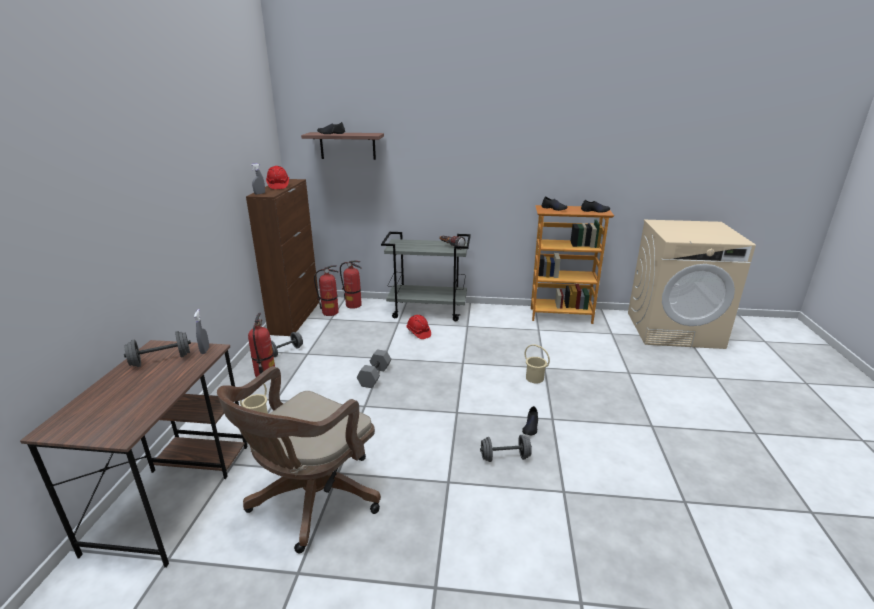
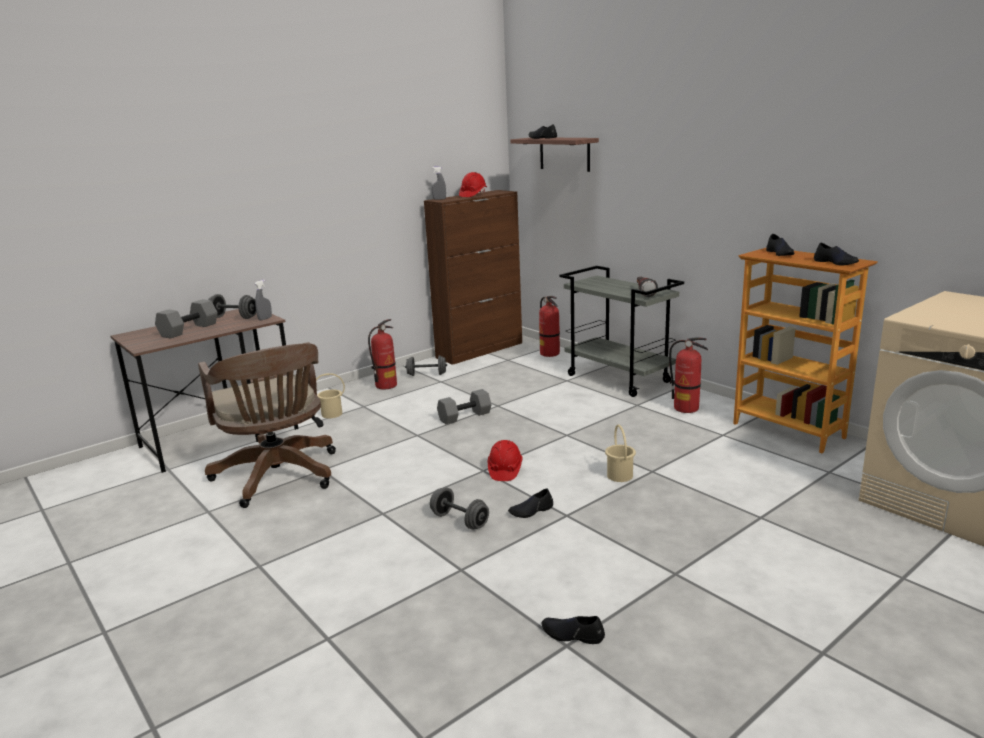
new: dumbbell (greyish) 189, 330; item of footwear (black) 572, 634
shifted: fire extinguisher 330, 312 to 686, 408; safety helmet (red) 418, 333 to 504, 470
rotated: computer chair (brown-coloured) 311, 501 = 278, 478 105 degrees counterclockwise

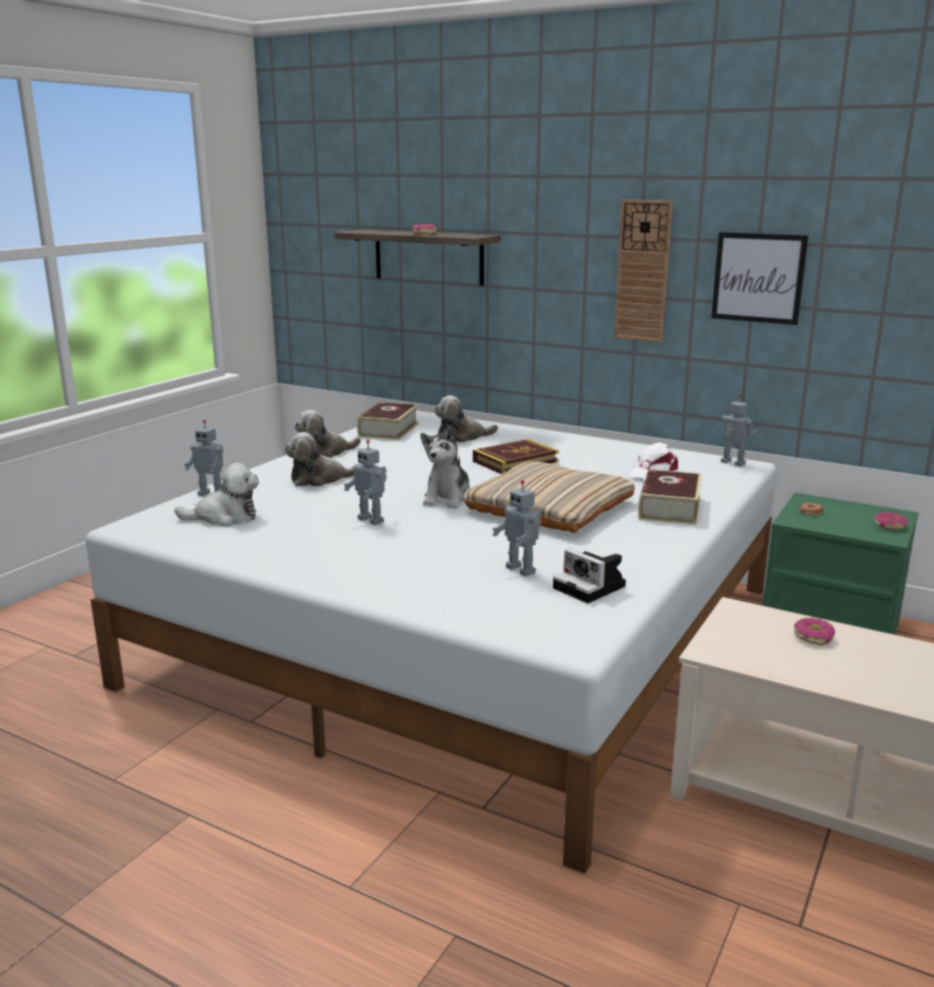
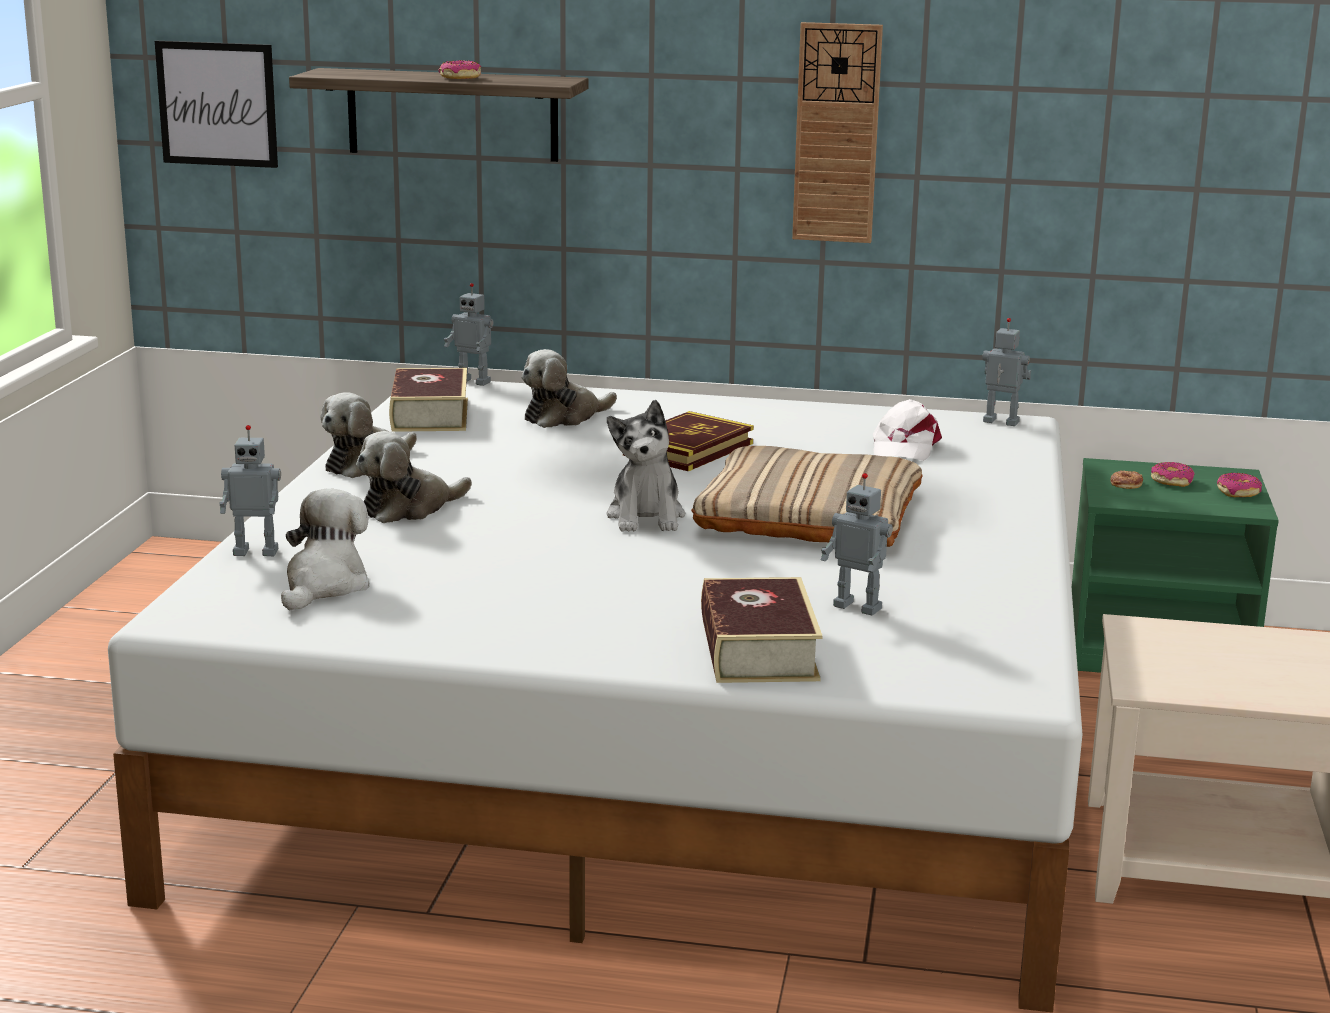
gone: still camera 592, 588
shifted: robot figure 372, 520 to 474, 381; book 669, 507 to 758, 650; picture 758, 278 to 217, 104; donut 813, 637 to 1171, 481
rotated: soft toy 224, 517 = 324, 586 45 degrees counterclockwise

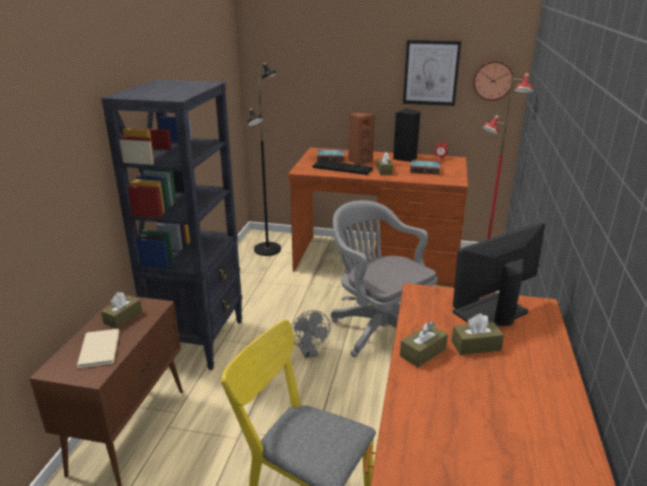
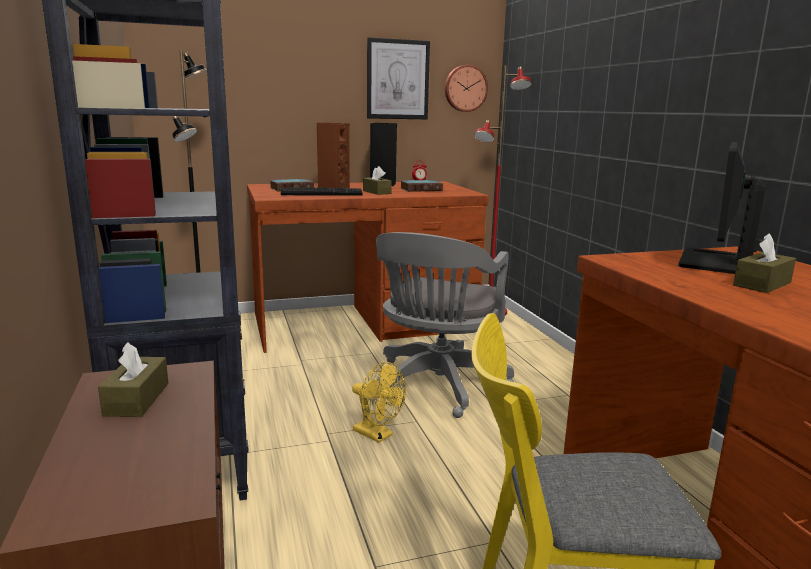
gone: book (beige) 101, 348; tissue holder (brown-coloured) 422, 352
repainted: fan (greyish) 309, 353 to fan (yellowish) 377, 435
rotated: computer chair (greyish) 378, 328 = 437, 387 90 degrees counterclockwise

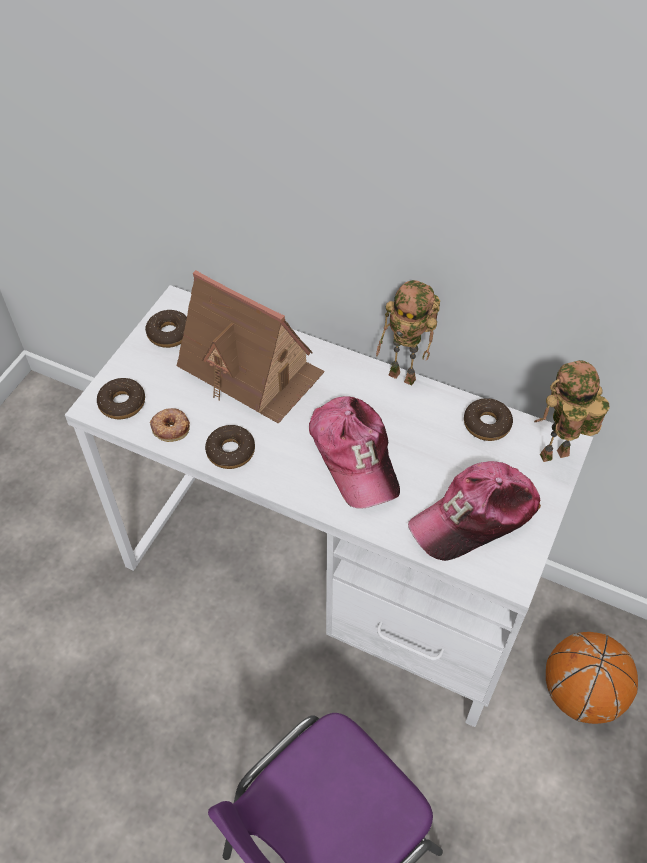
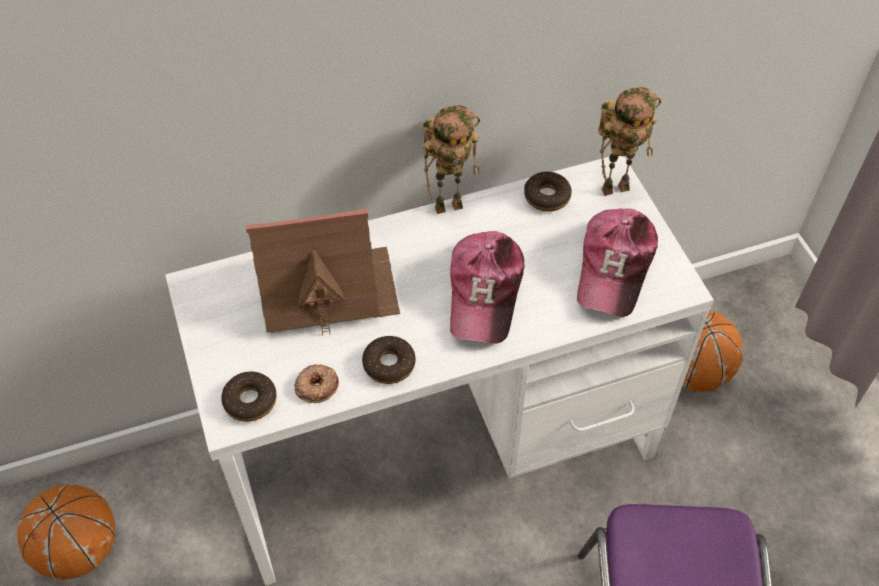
gone: donut 169, 333
new: basketball ball 79, 550
rotated: peaked cap 354, 456 = 485, 292 75 degrees clockwise; robot figure 553, 458 = 616, 186 135 degrees counterclockwise

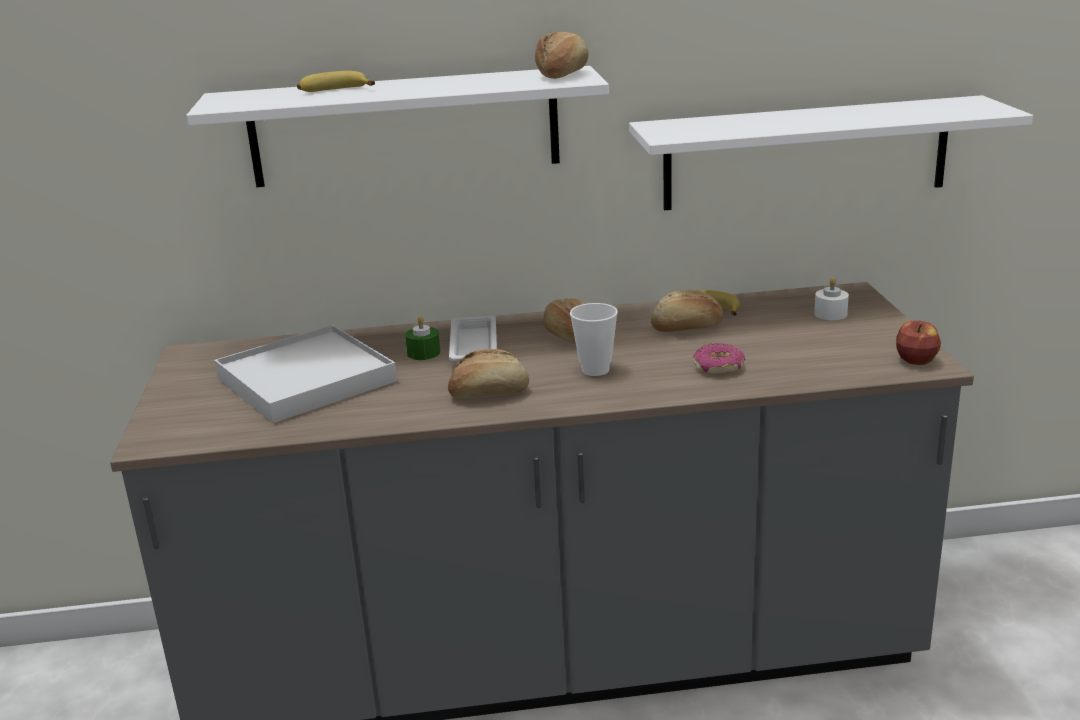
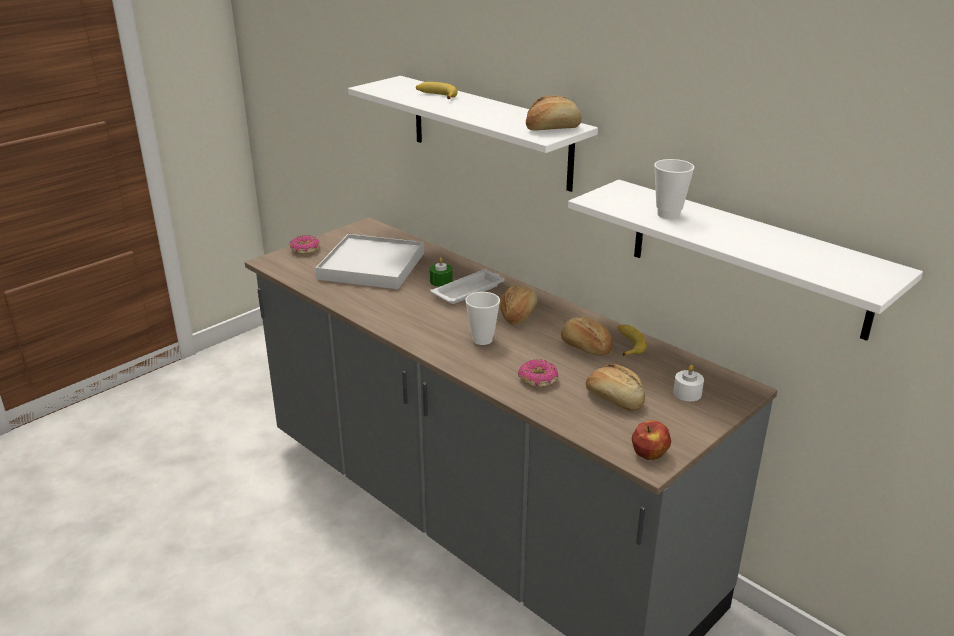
new: donut 305, 250; cup 668, 214
shifted: bakery bread 489, 393 to 614, 399

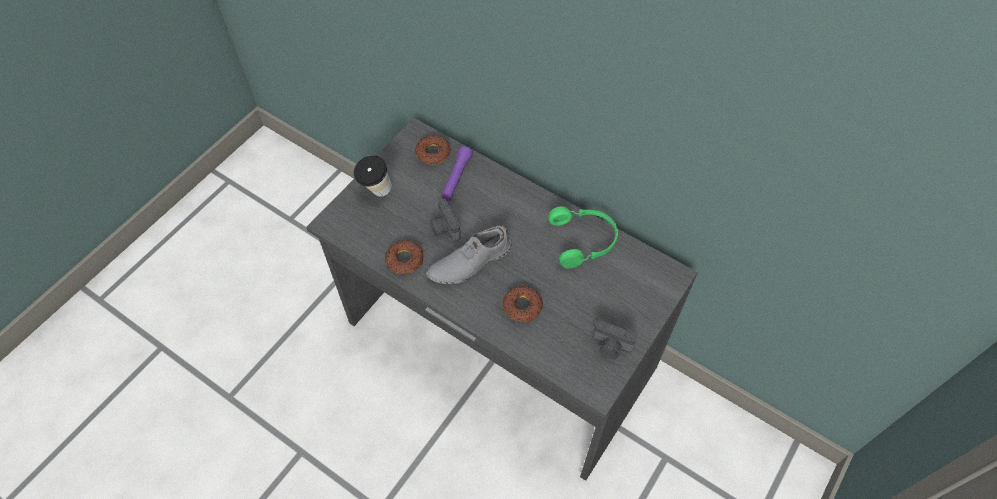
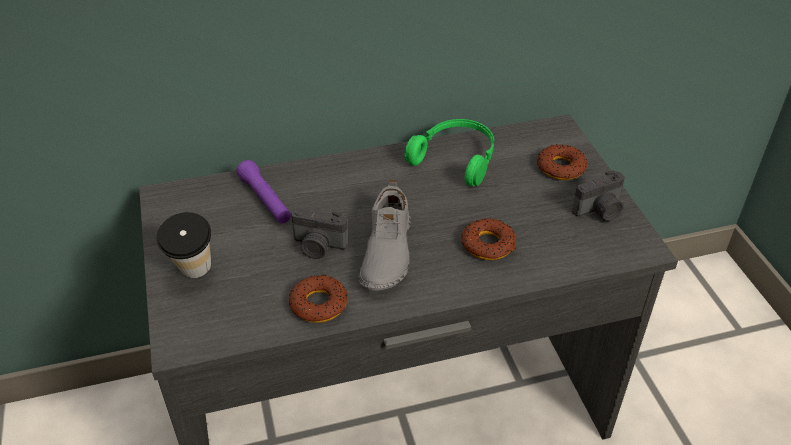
shifted: donut 433, 153 to 560, 167

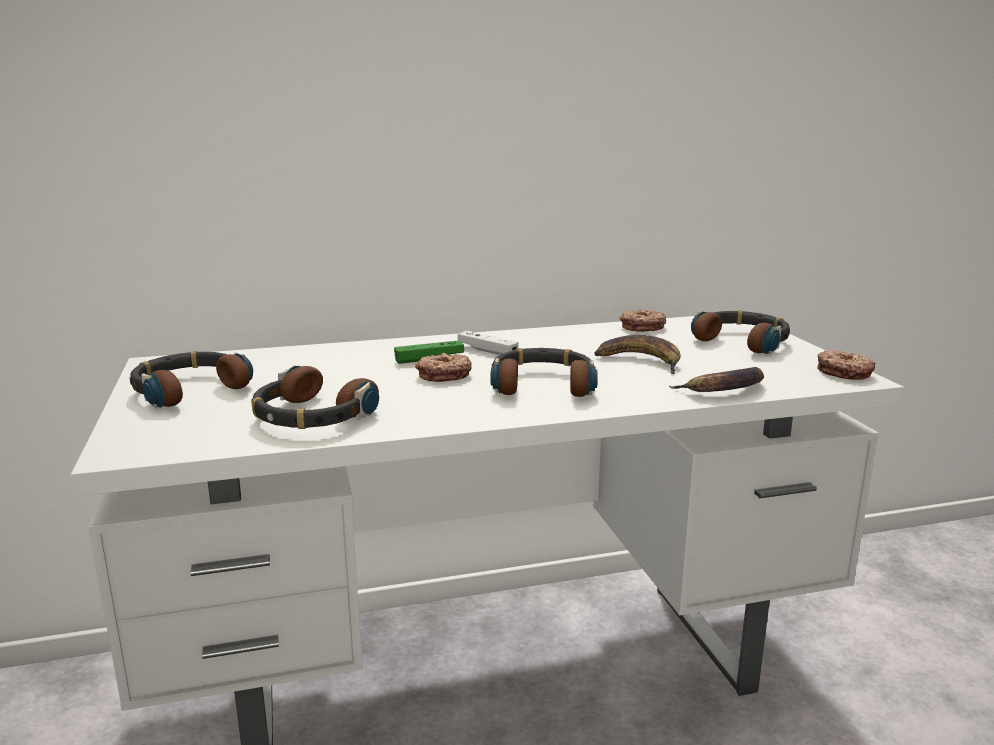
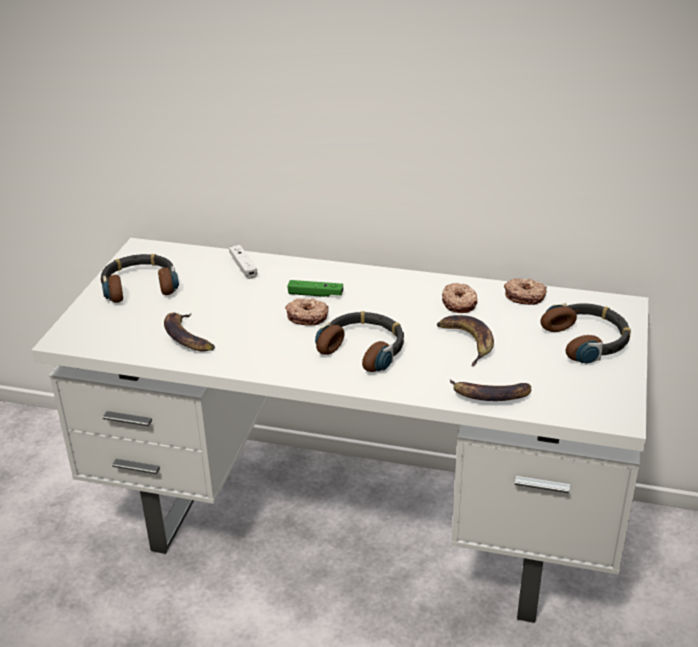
shifted: gamepad (whitish) 487, 351 to 243, 267; donut 843, 372 to 459, 303
swapped: headphones 311, 416 to banana 187, 337

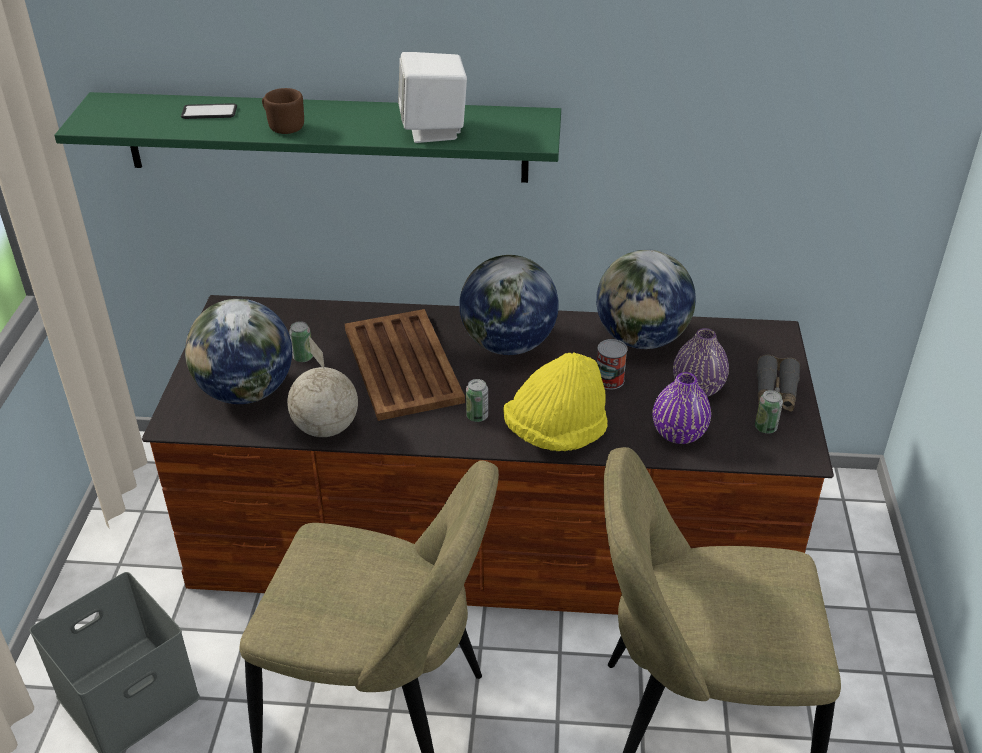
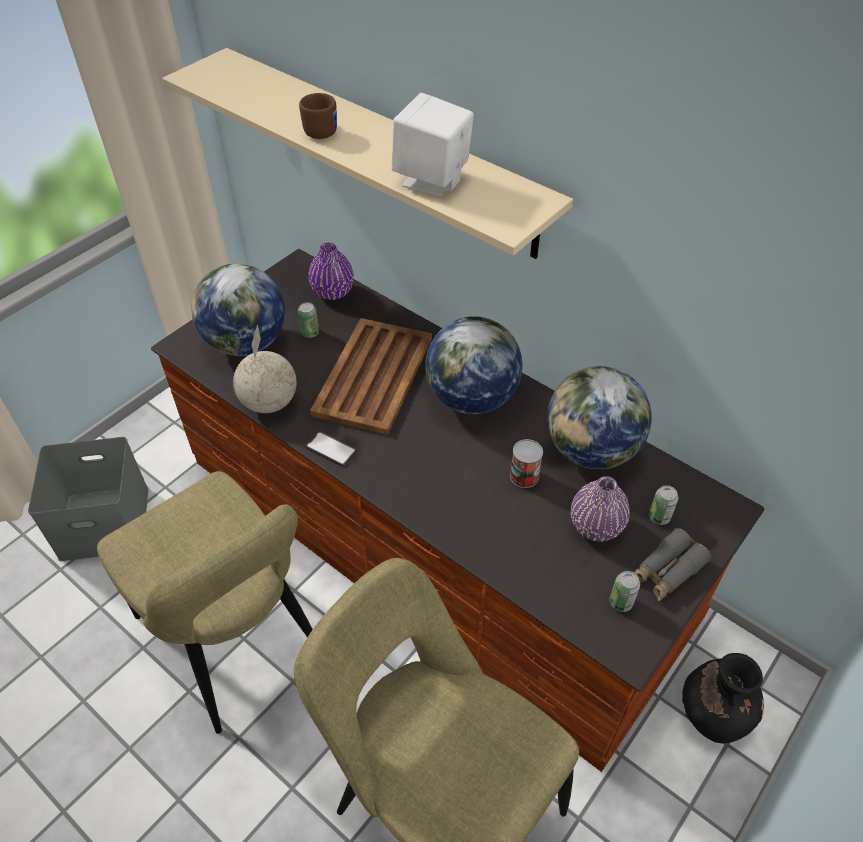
gone: wearable hat (yellowish) 555, 433
new: flower vase (black) 713, 712
shifted: phone 209, 112 to 331, 449; sealed can 477, 416 to 659, 517; flower vase (purple-coloured) 678, 433 to 332, 292
repainted: bracket shelf (green) 326, 137 to bracket shelf (beige) 382, 150

